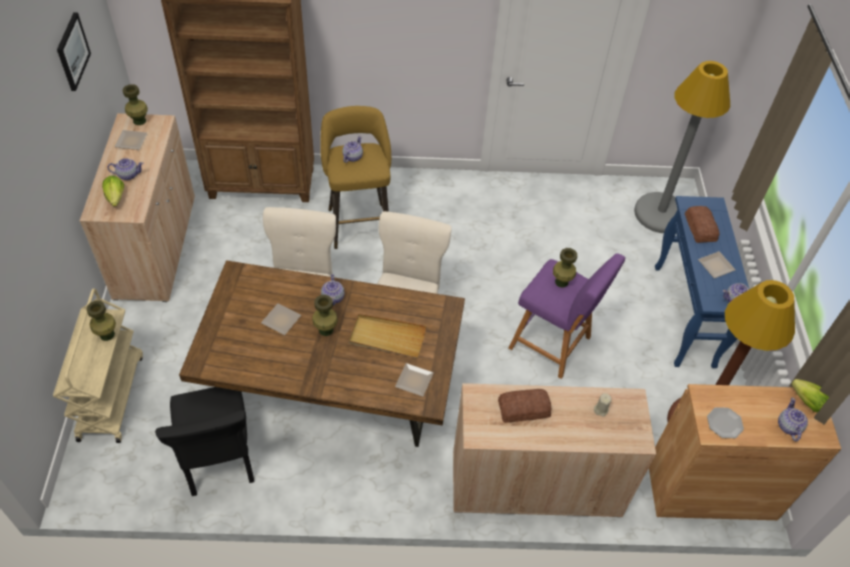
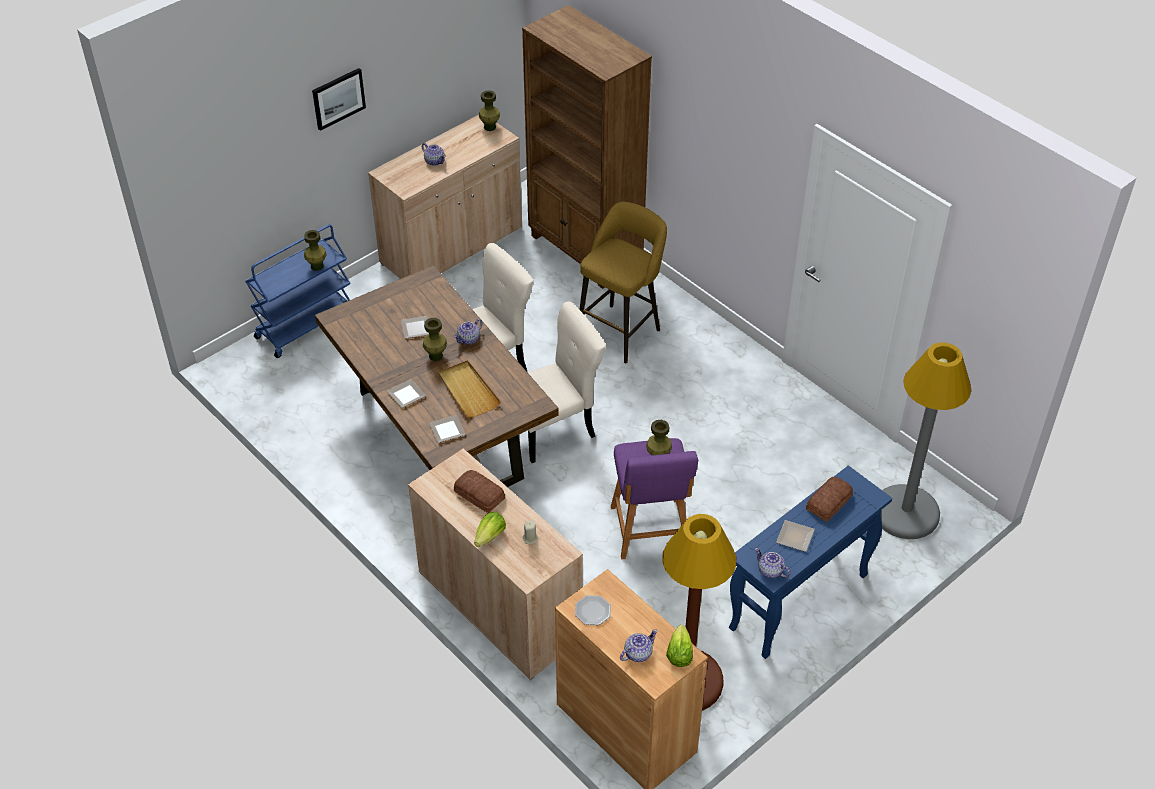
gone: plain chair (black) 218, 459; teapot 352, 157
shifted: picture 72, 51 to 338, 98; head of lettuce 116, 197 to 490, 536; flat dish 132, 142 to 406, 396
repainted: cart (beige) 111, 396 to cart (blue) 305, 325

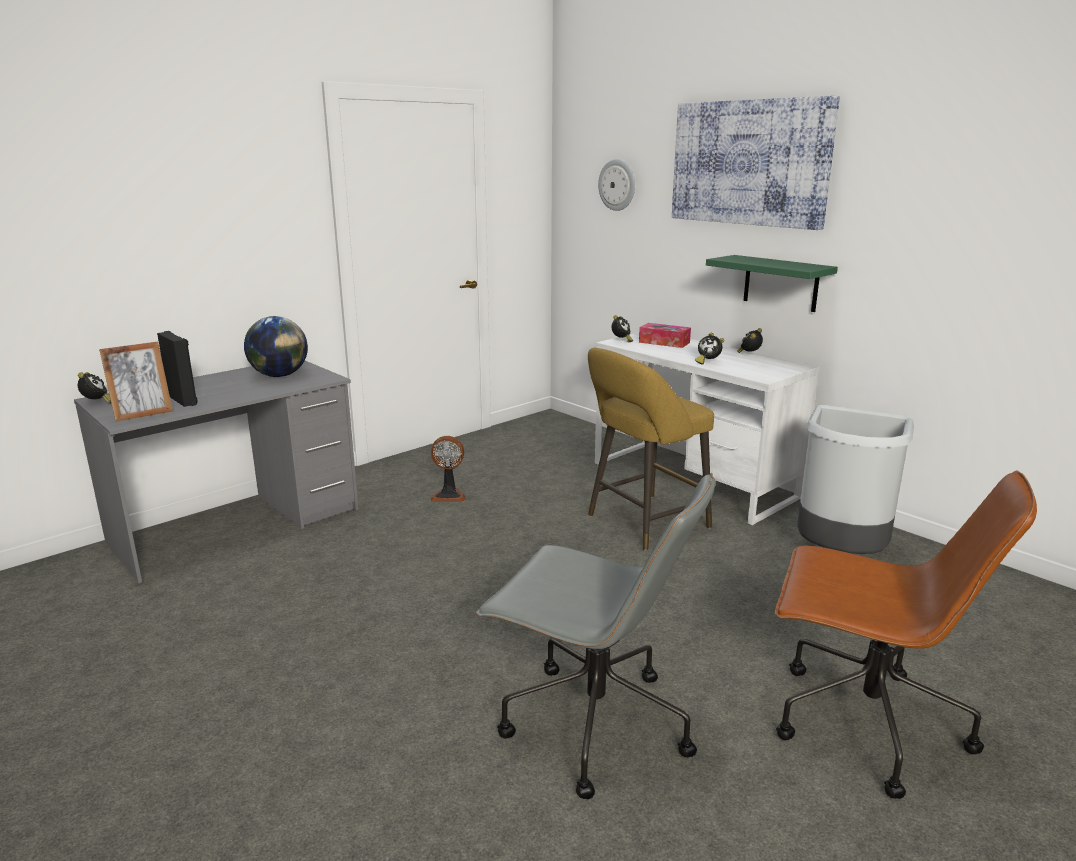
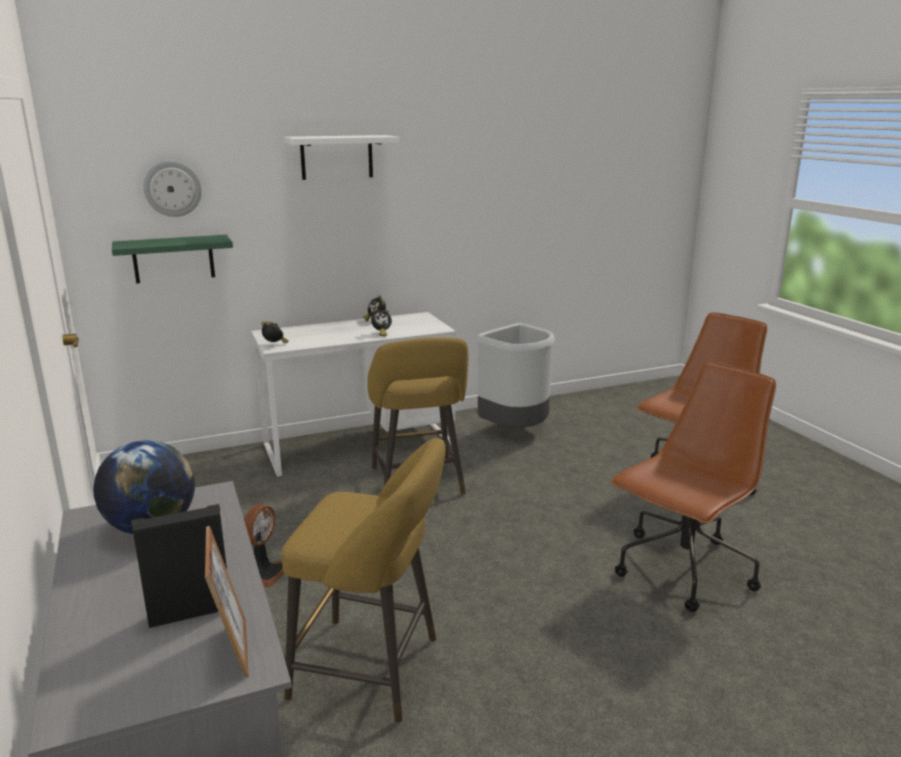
gone: alarm clock 97, 403; tissue holder 664, 342
new: sitting stool (yellowish) 373, 670
shifted: bracket shelf (green) 780, 283 to 173, 259
swapped: picture 750, 163 to bracket shelf (whitish) 336, 157
repainted: computer chair (greyish) 592, 724 to computer chair (brown-coloured) 682, 571

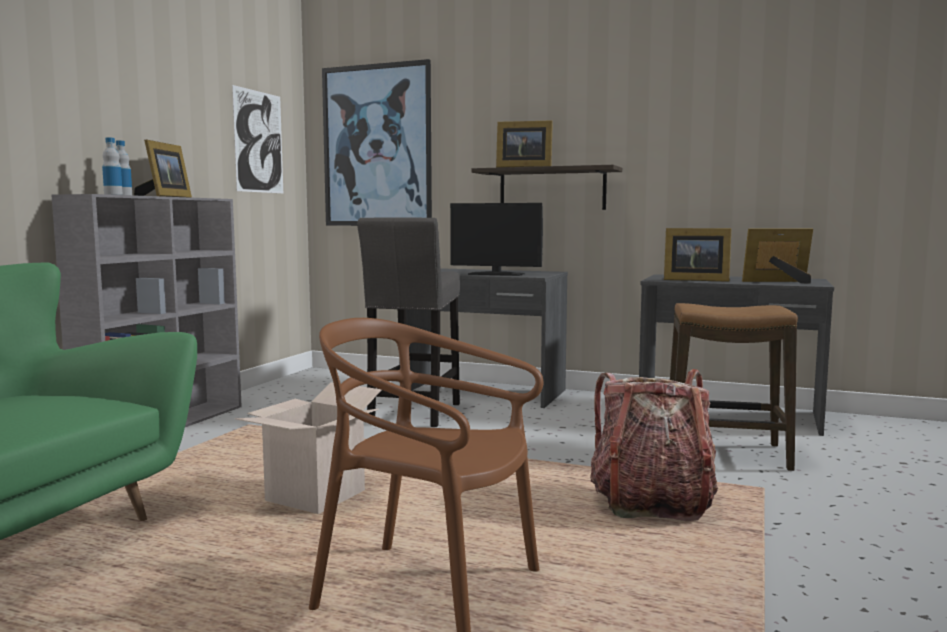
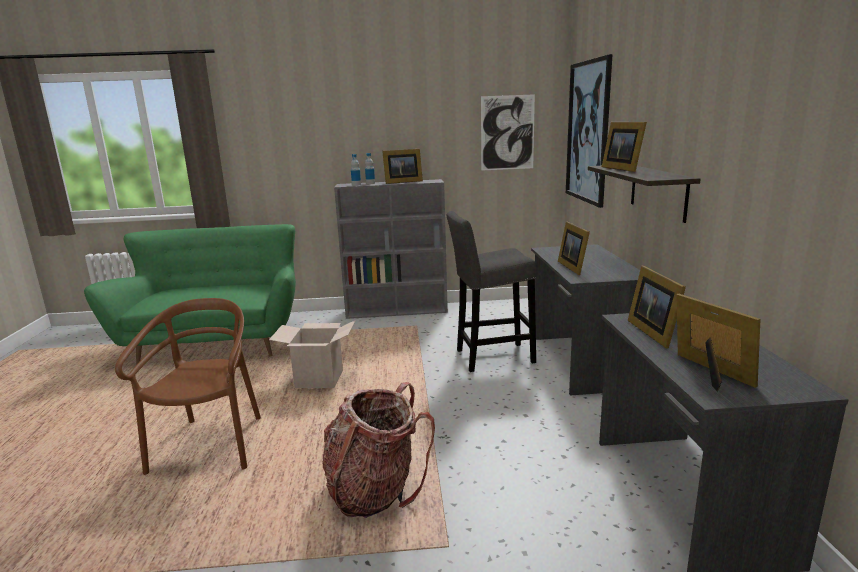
gone: sitting stool 725, 454
swapped: monitor 496, 274 to picture frame 574, 267

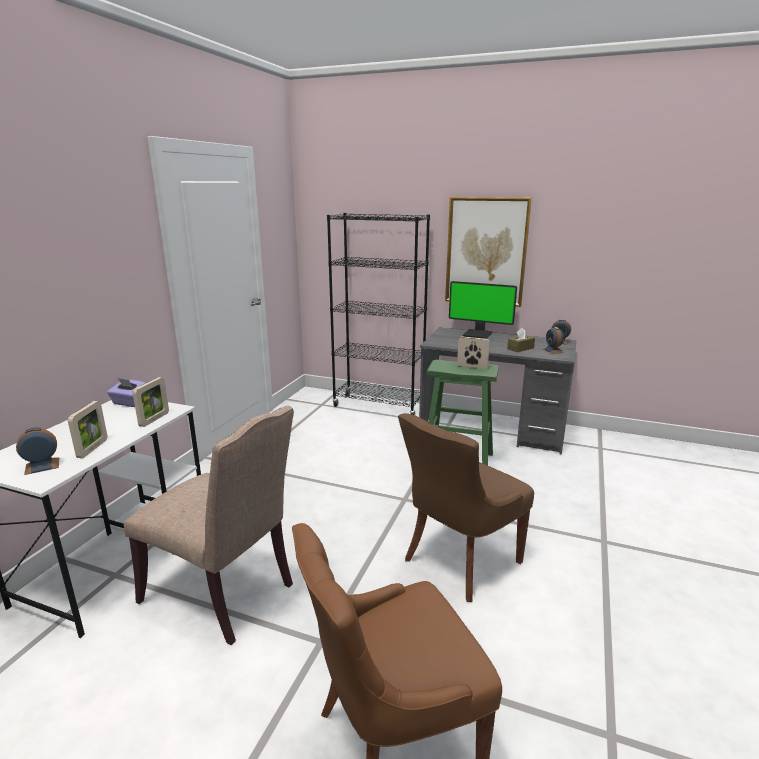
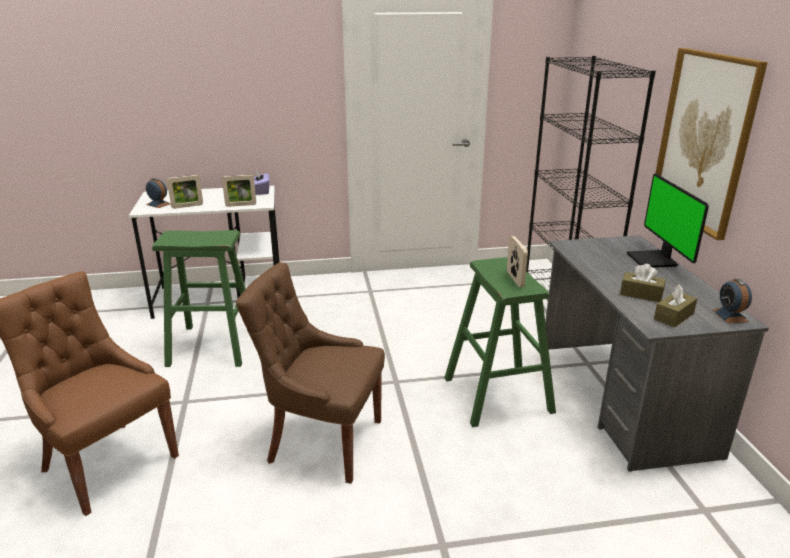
swapped: plain chair (beige) 224, 593 to sitting stool (green) 212, 345; alarm clock 553, 350 to tissue holder (brown-coloured) 673, 316

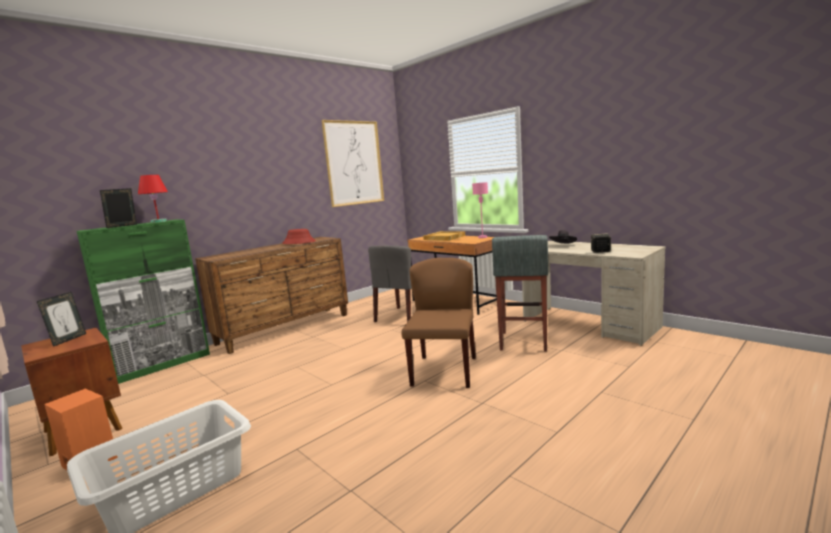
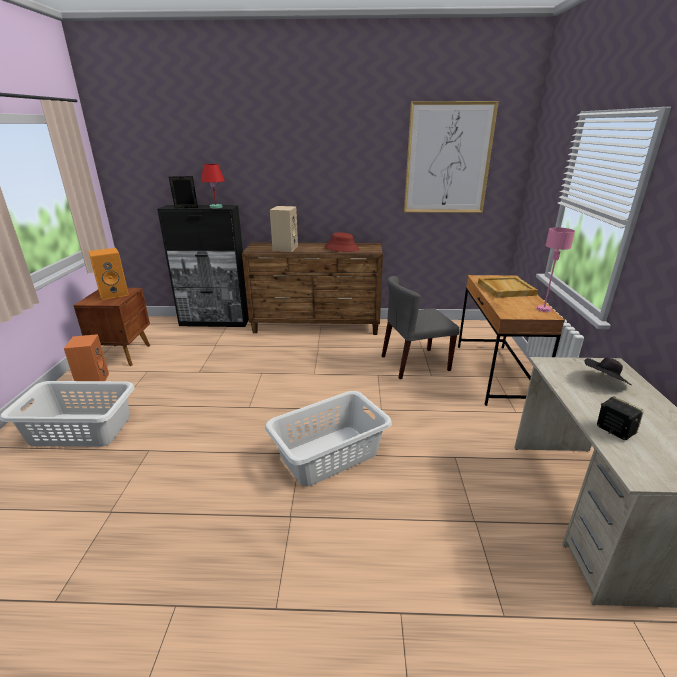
gone: sitting stool (greyish) 522, 341
new: audio speaker (beige) 285, 248
swapped: picture frame 68, 340 to audio speaker (orangey) 114, 294; plain chair (brown-coloured) 444, 371 to hamper (whitish) 330, 455
repainted: cabinet (green) 163, 365 to cabinet (black) 215, 322

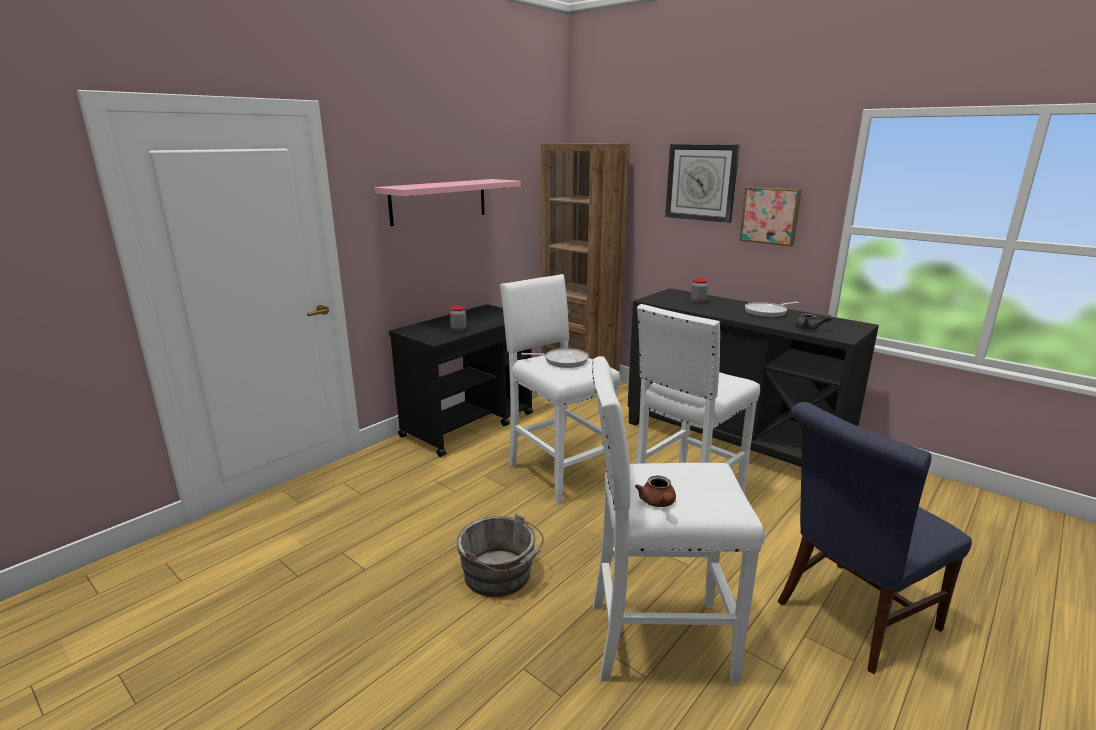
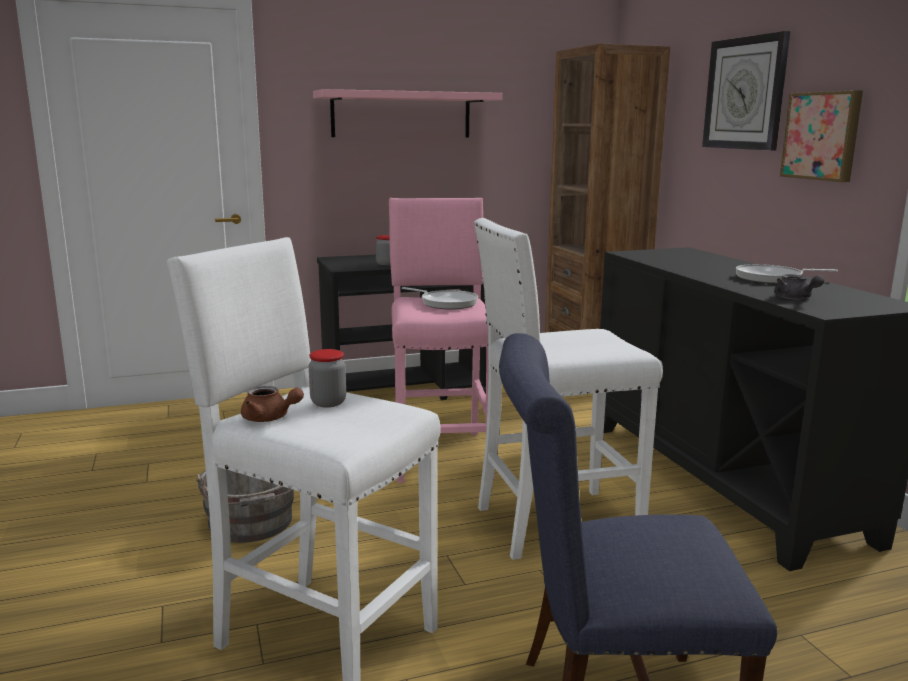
shifted: preserve jar 698, 301 to 328, 402
repainted: sitting stool (whitish) 558, 472 to sitting stool (pinkish) 441, 454
rotated: teapot (brown-coloured) 658, 503 = 270, 418 90 degrees counterclockwise

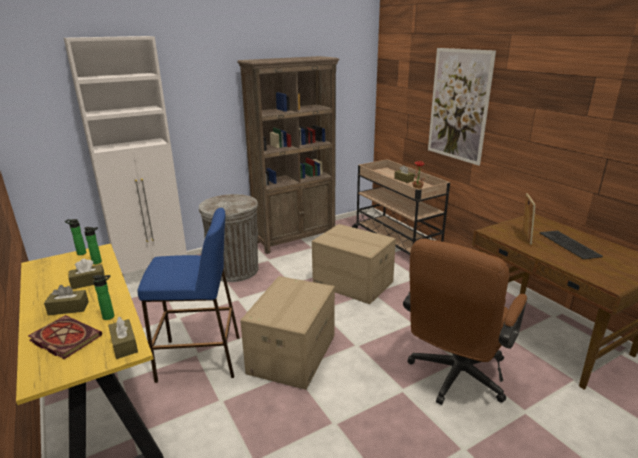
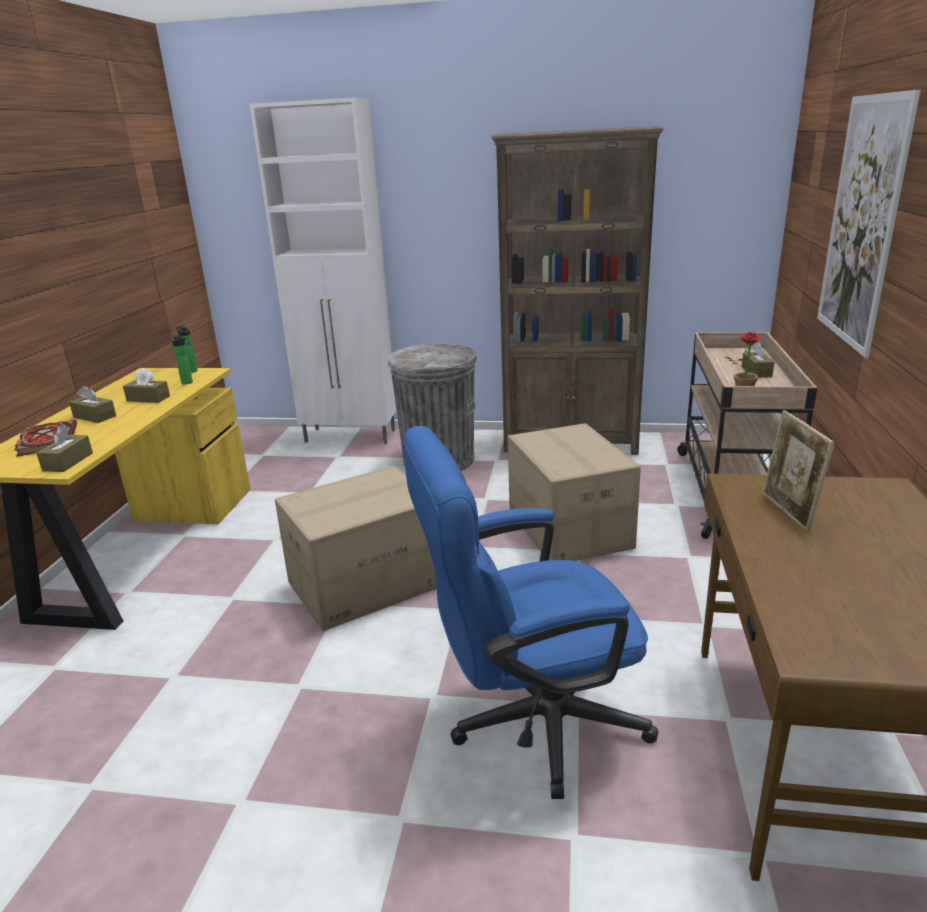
gone: beverage bottle 110, 316; sitting stool (blue) 200, 358; computer keyboard 569, 245
repainted: computer chair (brown-coloured) 454, 378 to computer chair (blue) 530, 723
rotated: picture frame 525, 237 = 788, 512 120 degrees clockwise

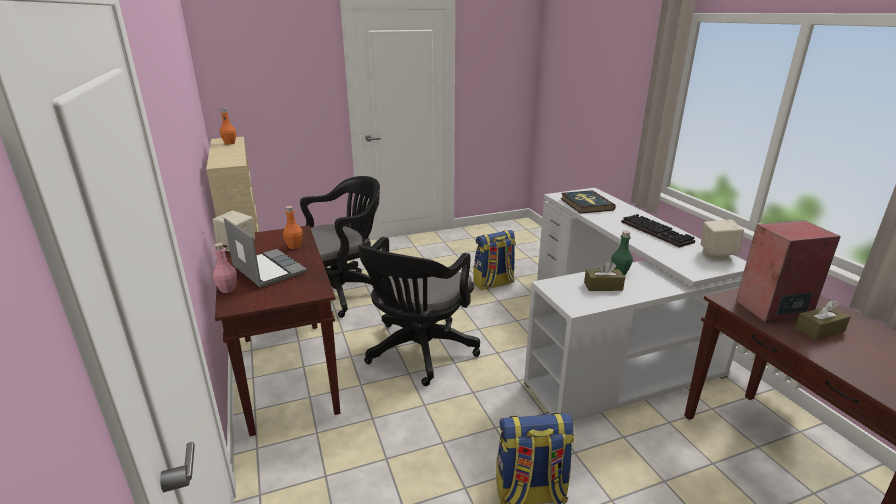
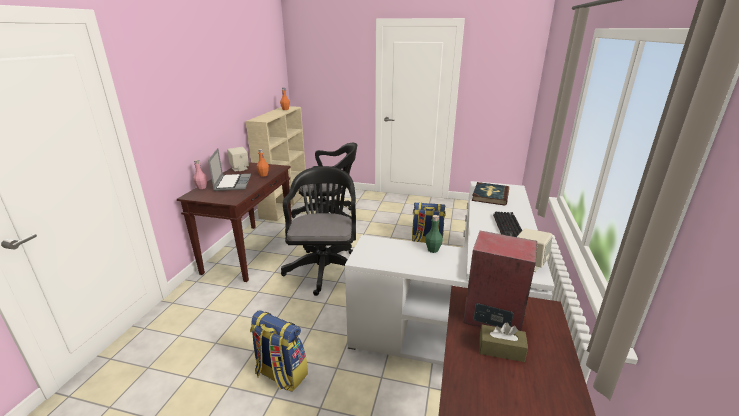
gone: tissue holder (brown-coloured) 603, 286
rotated: computer chair (black) 418, 353 = 324, 267 120 degrees clockwise

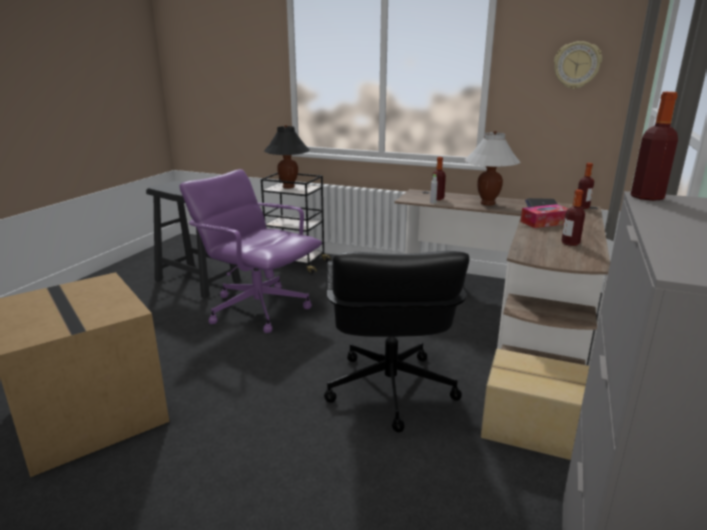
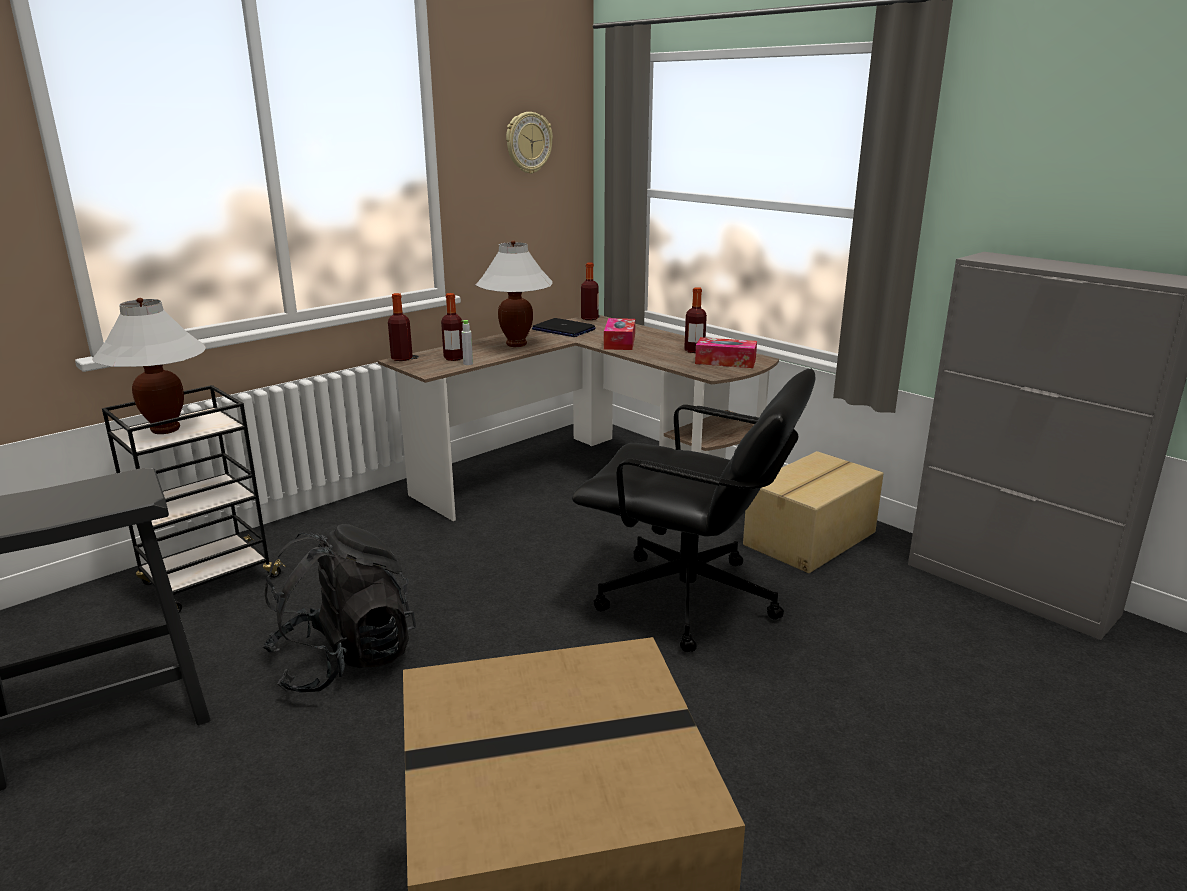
new: tissue holder 725, 362
shifted: beverage bottle 647, 197 to 401, 358
swapped: computer chair (purple-coloured) 258, 308 to rucksack (black) 344, 660
repainted: lamp for a table (black) 288, 187 to lamp for a table (whitish) 165, 429

